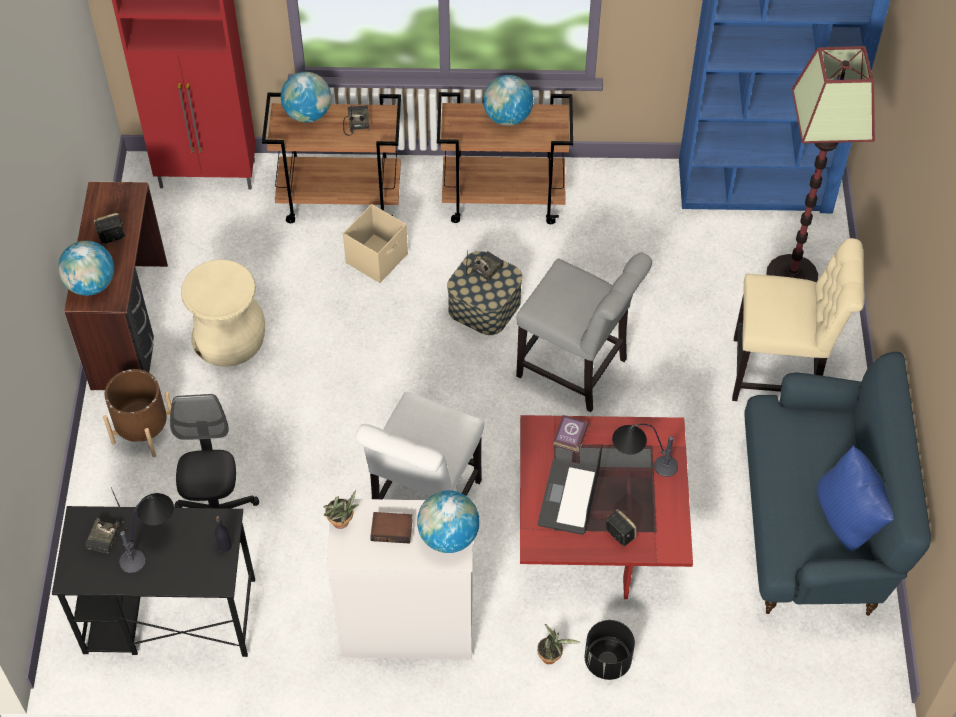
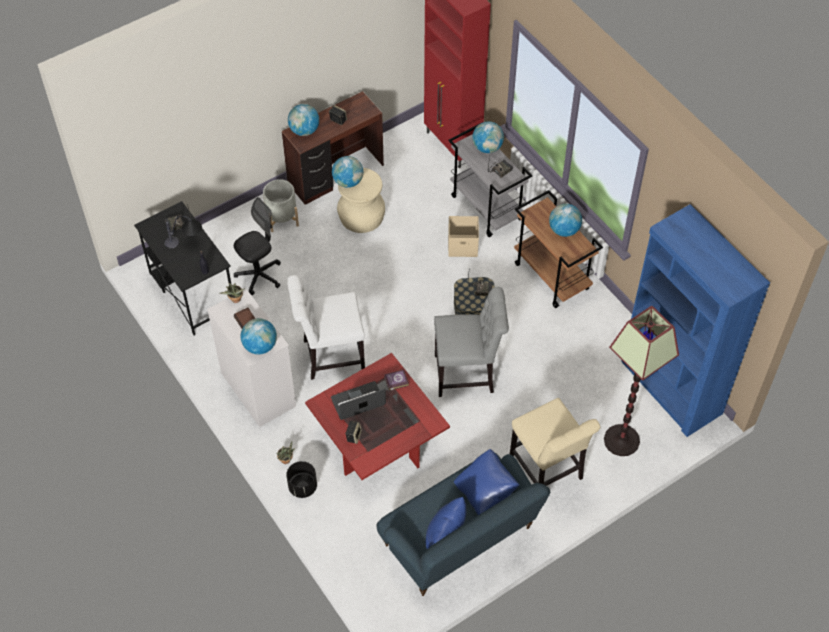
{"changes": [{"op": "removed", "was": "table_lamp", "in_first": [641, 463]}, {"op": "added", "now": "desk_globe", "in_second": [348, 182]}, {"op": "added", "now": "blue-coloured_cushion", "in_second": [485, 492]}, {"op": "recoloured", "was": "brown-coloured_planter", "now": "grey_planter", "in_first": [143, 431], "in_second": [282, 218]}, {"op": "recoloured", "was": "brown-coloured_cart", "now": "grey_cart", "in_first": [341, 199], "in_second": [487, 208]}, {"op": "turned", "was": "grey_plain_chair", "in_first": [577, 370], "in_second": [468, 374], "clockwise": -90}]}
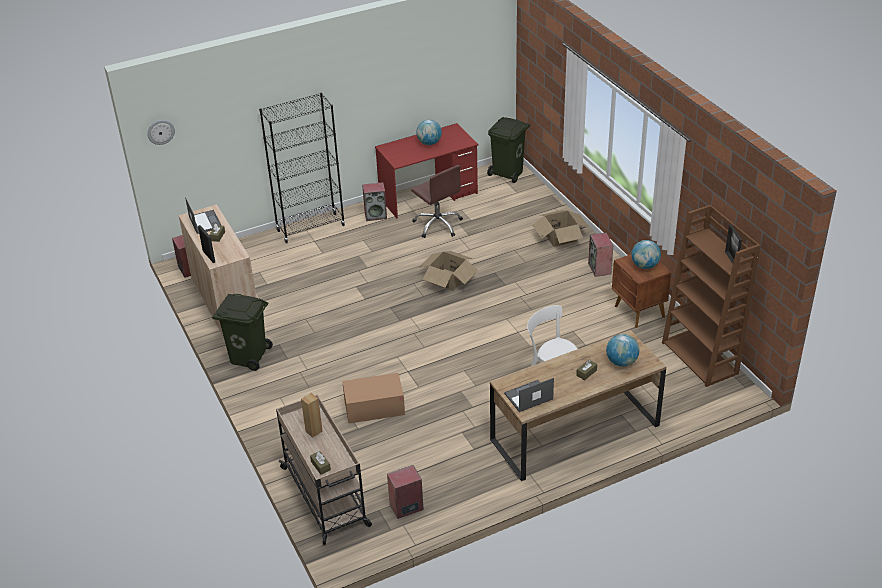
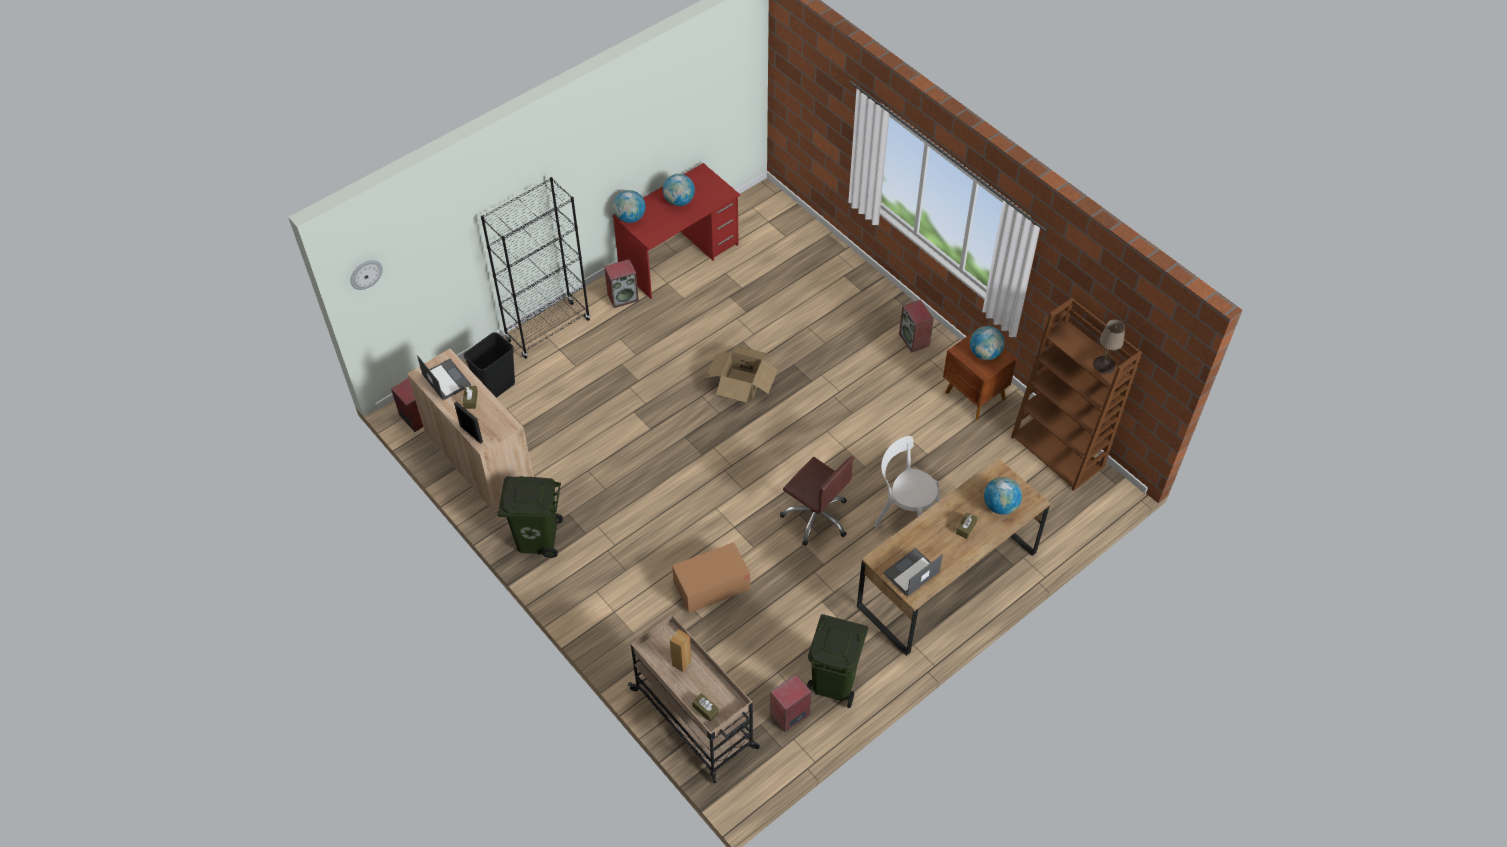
{"changes": [{"op": "removed", "was": "cardboard_box", "in_first": [560, 237]}, {"op": "added", "now": "black_rubbish_bin", "in_second": [496, 386]}, {"op": "added", "now": "desk_globe", "in_second": [630, 218]}, {"op": "moved", "was": "brown-coloured_computer_chair", "in_first": [438, 225], "in_second": [816, 517]}, {"op": "moved", "was": "greenish_rubbish_bin", "in_first": [508, 173], "in_second": [834, 682]}, {"op": "replaced", "was": "picture_frame", "now": "beige-coloured_table_lamp", "in_first": [731, 259], "in_second": [1104, 365]}]}
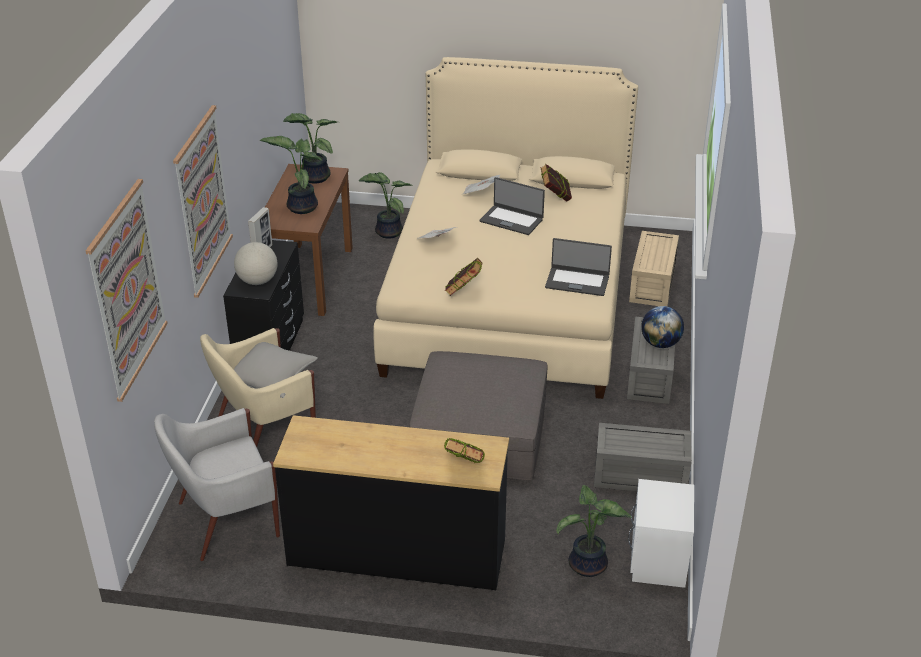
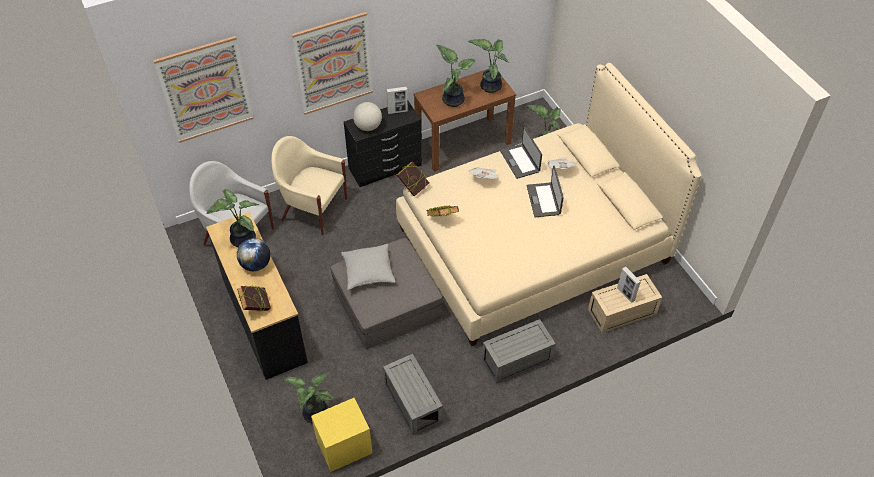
{"changes": [{"op": "added", "now": "plant_in_a_pot", "in_second": [241, 239]}, {"op": "added", "now": "picture_frame", "in_second": [626, 294]}, {"op": "moved", "was": "grey_cushion", "in_first": [271, 378], "in_second": [368, 272]}, {"op": "moved", "was": "volume", "in_first": [555, 198], "in_second": [413, 188]}, {"op": "moved", "was": "portable_computer", "in_first": [577, 281], "in_second": [520, 161]}, {"op": "moved", "was": "desk_globe", "in_first": [660, 343], "in_second": [256, 264]}, {"op": "recoloured", "was": "white_bedside_table", "now": "yellowish_bedside_table", "in_first": [656, 560], "in_second": [344, 446]}]}
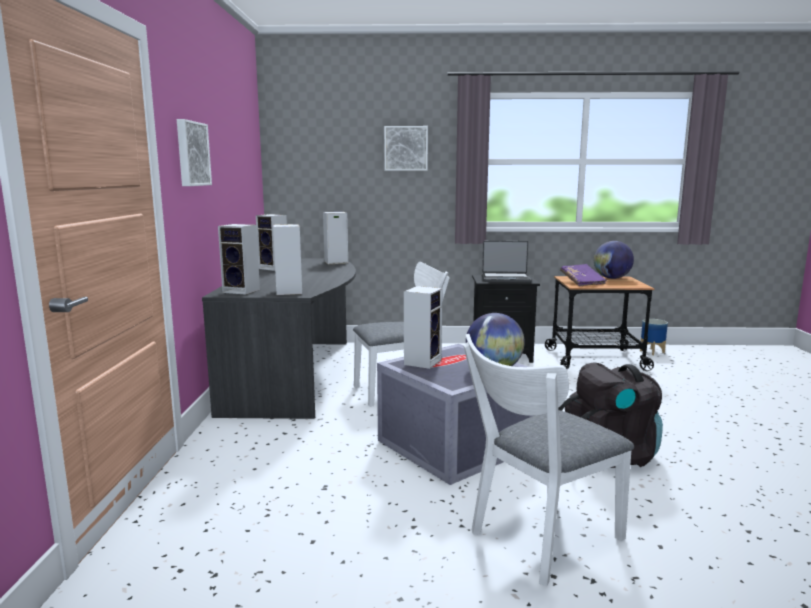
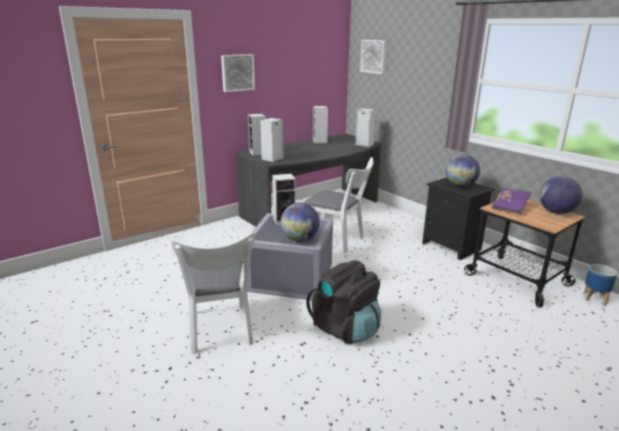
{"changes": [{"op": "moved", "was": "wall_art", "in_first": [406, 148], "in_second": [374, 56]}, {"op": "replaced", "was": "portable_computer", "now": "desk_globe", "in_first": [505, 279], "in_second": [460, 186]}, {"op": "turned", "was": "white_plain_chair", "in_first": [539, 539], "in_second": [220, 332], "clockwise": -120}]}
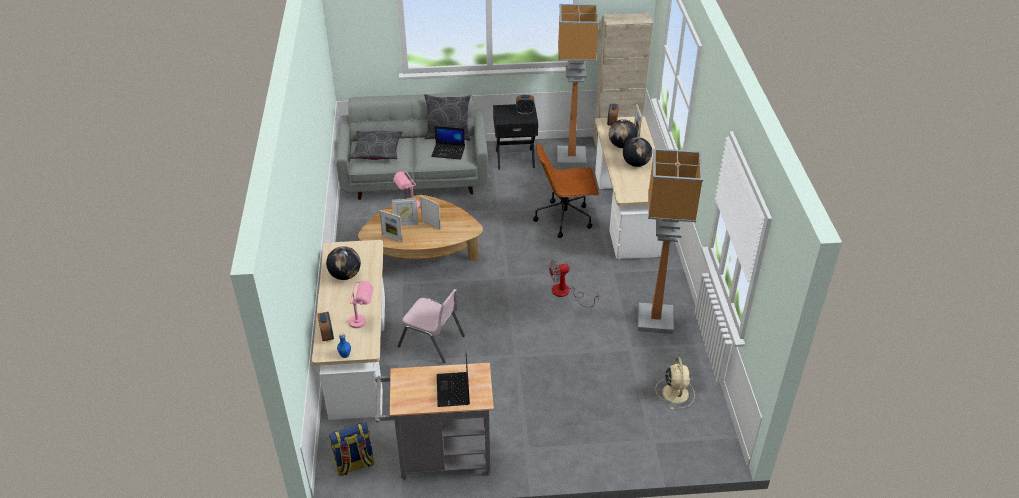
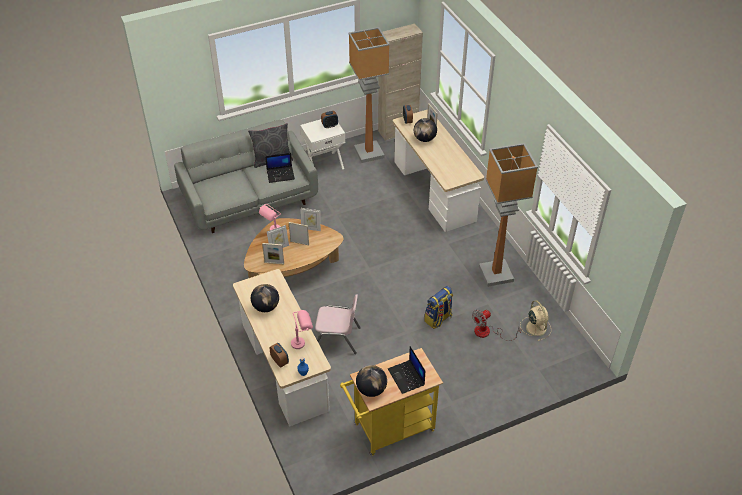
{"changes": [{"op": "removed", "was": "grey_cushion", "in_first": [377, 150]}, {"op": "removed", "was": "brown-coloured_computer_chair", "in_first": [565, 218]}, {"op": "added", "now": "picture_frame", "in_second": [311, 228]}, {"op": "moved", "was": "knapsack", "in_first": [354, 464], "in_second": [438, 319]}, {"op": "moved", "was": "electric_fan", "in_first": [566, 293], "in_second": [488, 332]}, {"op": "moved", "was": "desk_globe", "in_first": [636, 163], "in_second": [371, 389]}, {"op": "recoloured", "was": "grey_cart", "now": "yellowish_cart", "in_first": [438, 458], "in_second": [389, 430]}, {"op": "recoloured", "was": "black_side_table", "now": "white_side_table", "in_first": [515, 158], "in_second": [324, 164]}]}
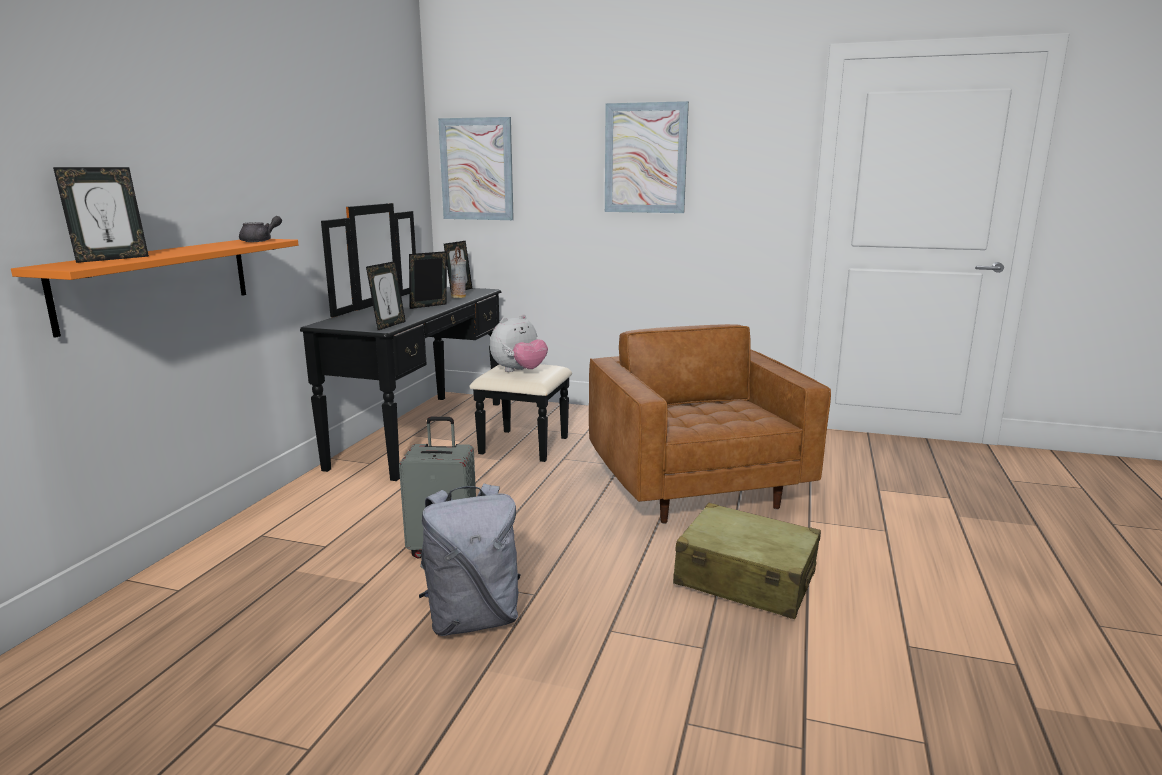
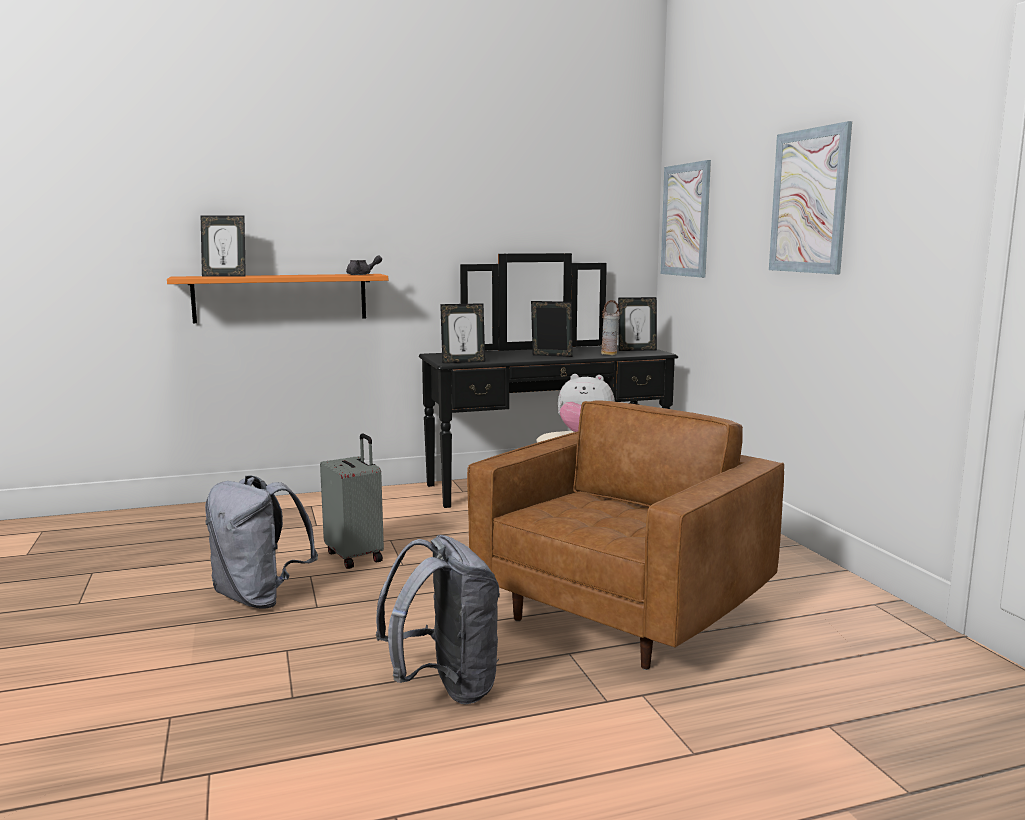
{"changes": [{"op": "replaced", "was": "beige-coloured_suitcase", "now": "grey_knapsack", "in_first": [745, 579], "in_second": [445, 687]}]}
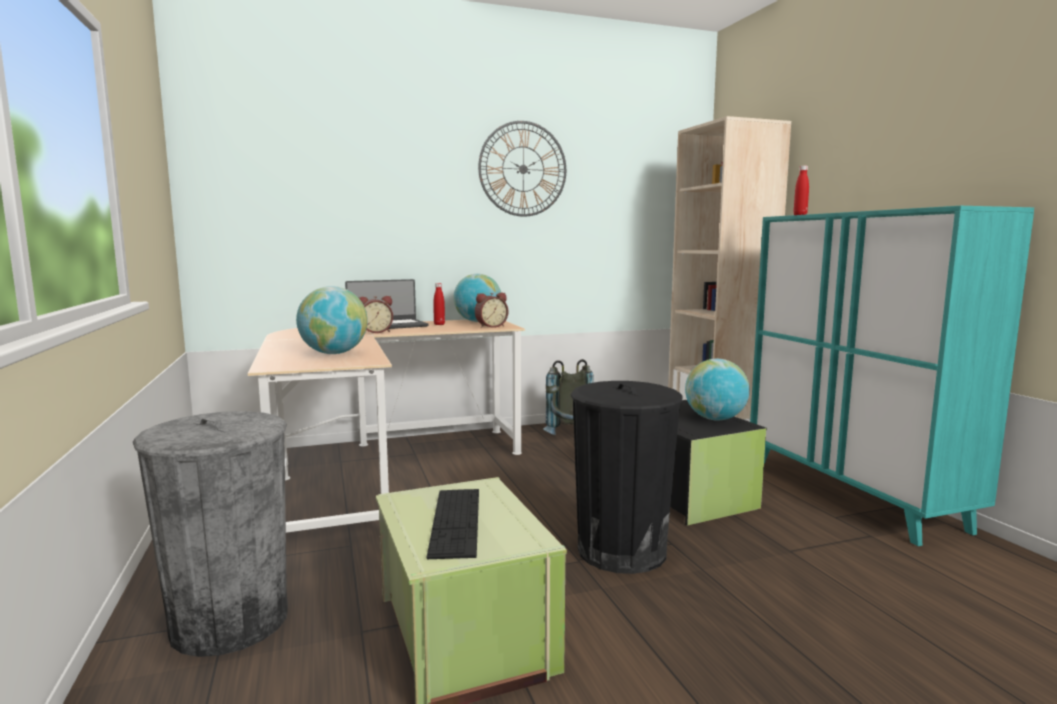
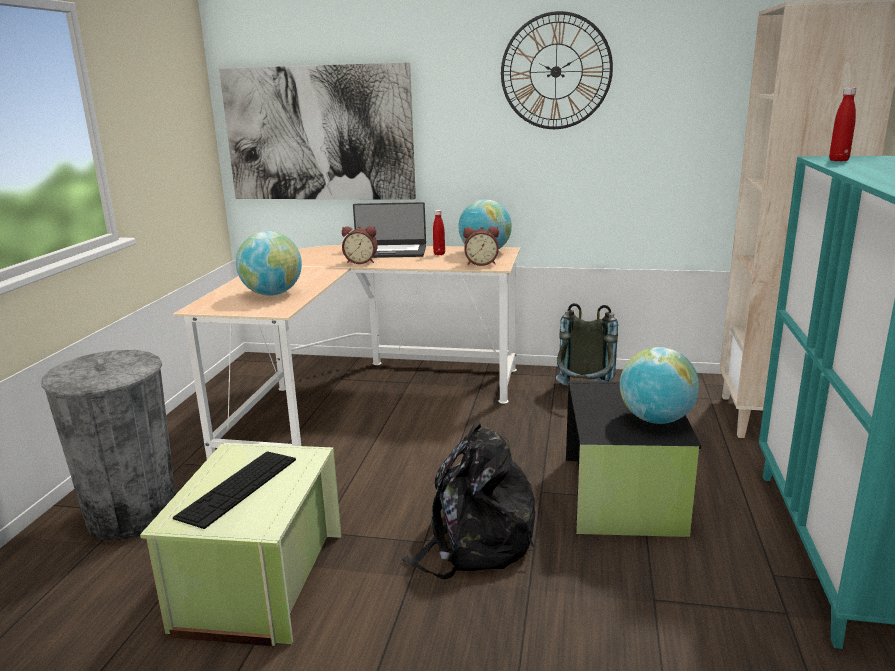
{"changes": [{"op": "added", "now": "wall_art", "in_second": [319, 133]}, {"op": "replaced", "was": "black_rubbish_bin", "now": "black_knapsack", "in_first": [621, 551], "in_second": [475, 543]}]}
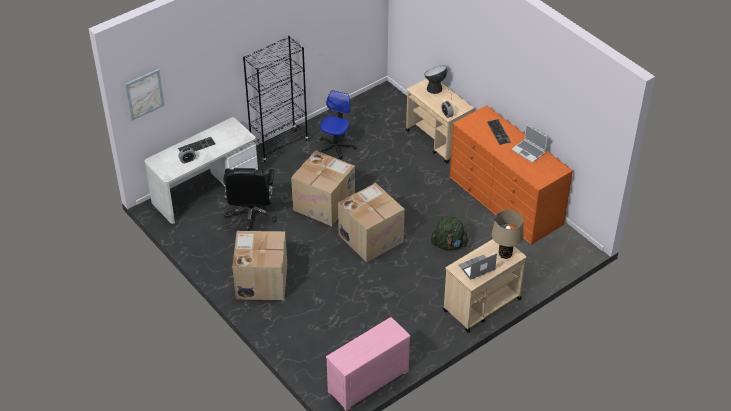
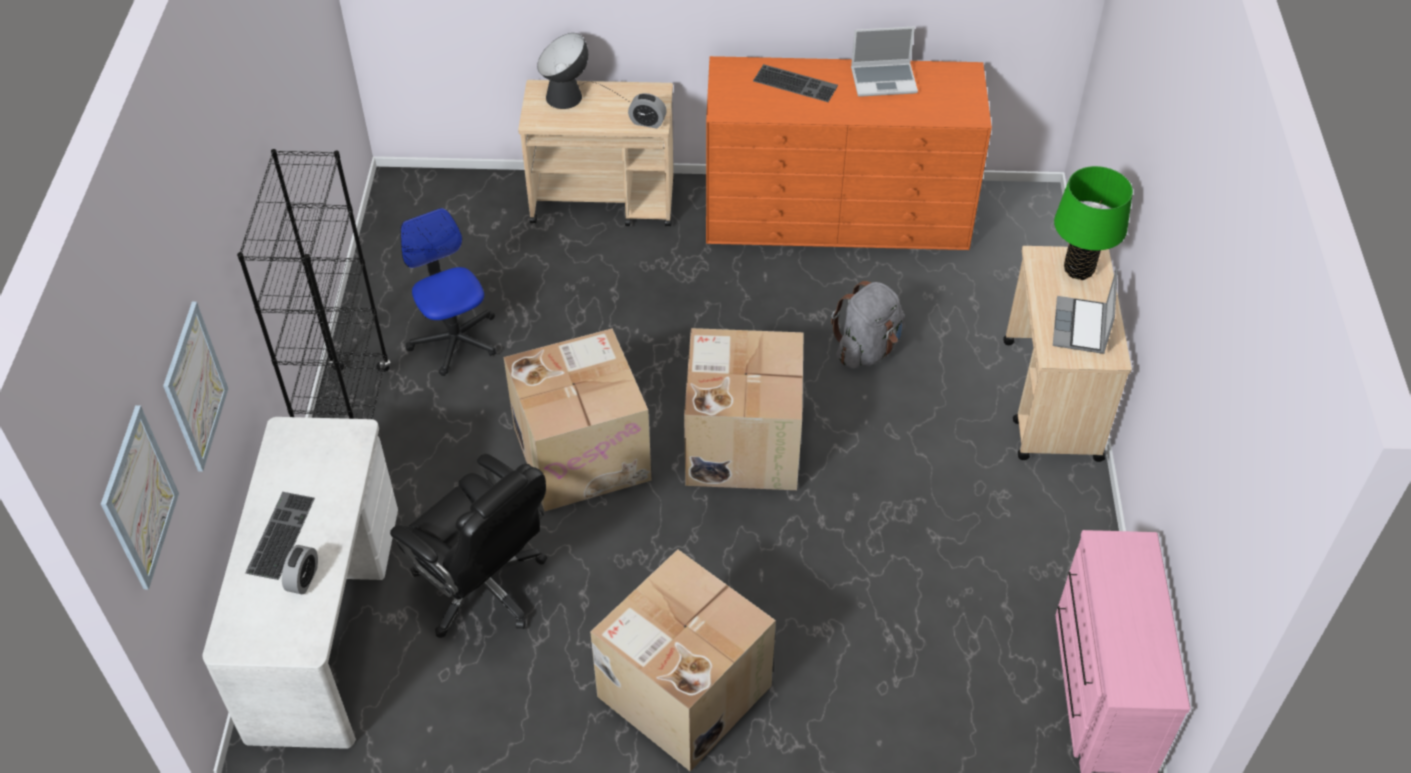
{"changes": [{"op": "added", "now": "wall_art", "in_second": [195, 387]}, {"op": "recoloured", "was": "greenish_knapsack", "now": "grey_knapsack", "in_first": [449, 244], "in_second": [867, 349]}, {"op": "recoloured", "was": "beige-coloured_table_lamp", "now": "greenish_table_lamp", "in_first": [505, 254], "in_second": [1078, 270]}]}
